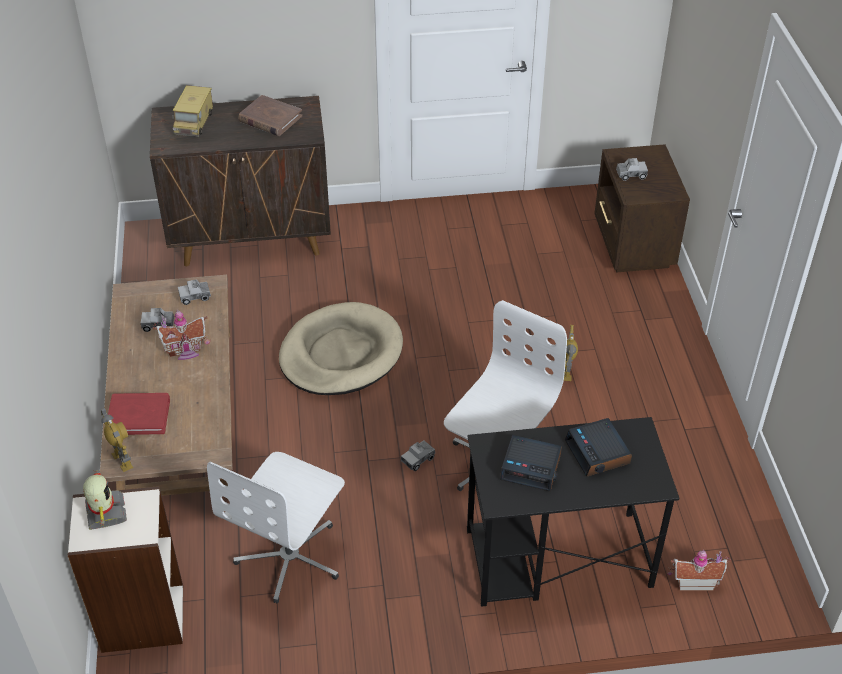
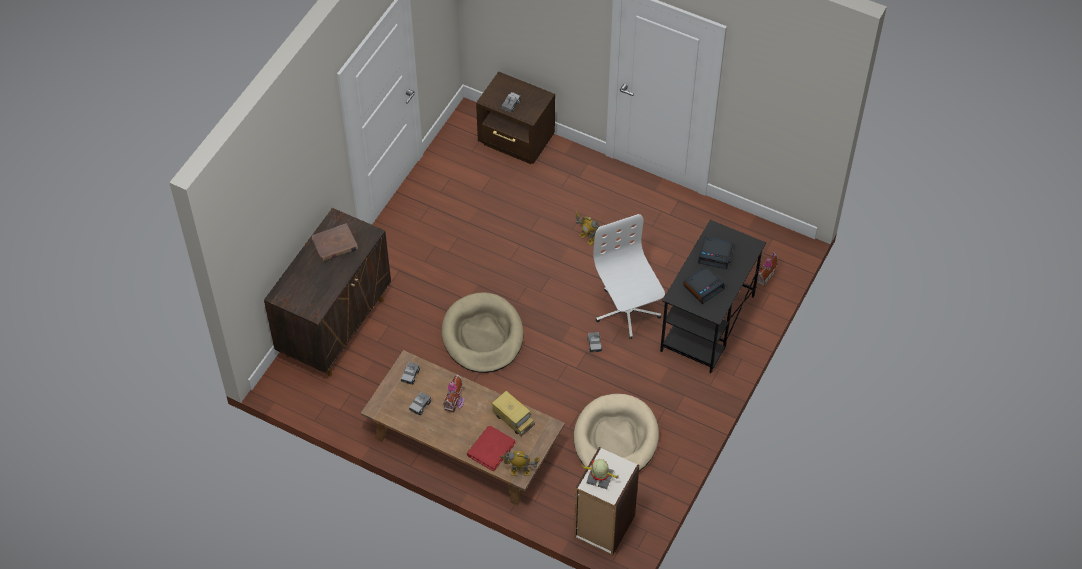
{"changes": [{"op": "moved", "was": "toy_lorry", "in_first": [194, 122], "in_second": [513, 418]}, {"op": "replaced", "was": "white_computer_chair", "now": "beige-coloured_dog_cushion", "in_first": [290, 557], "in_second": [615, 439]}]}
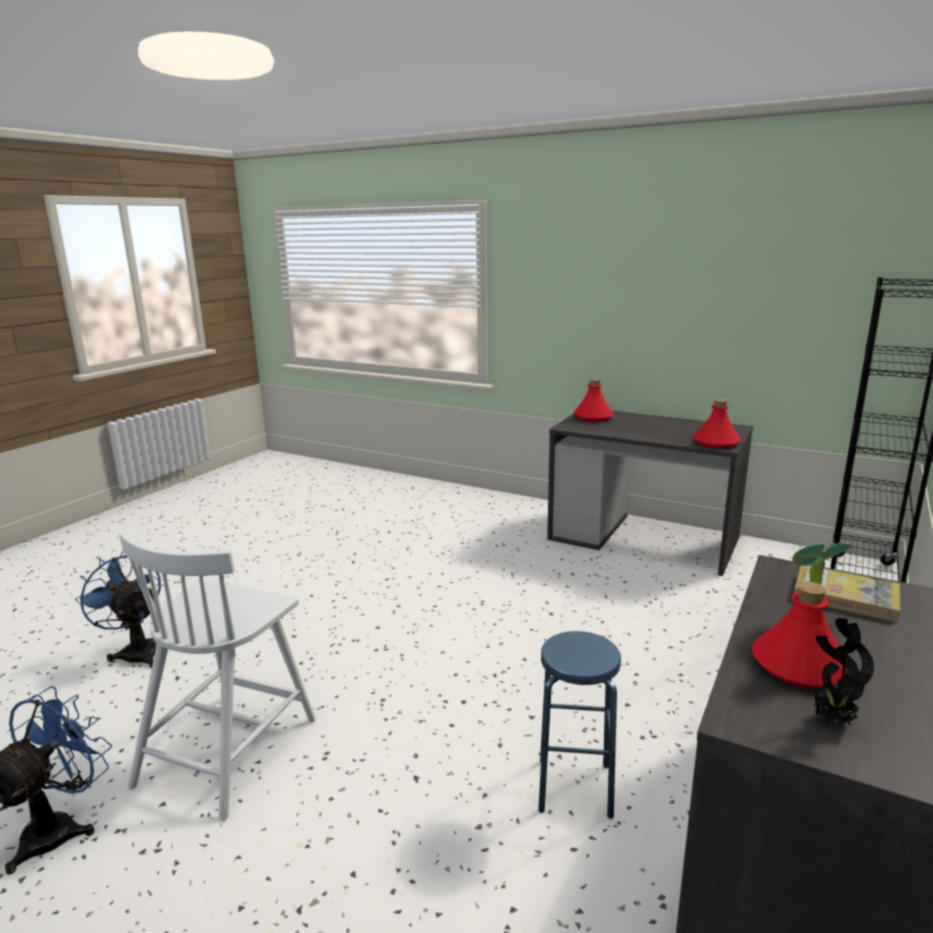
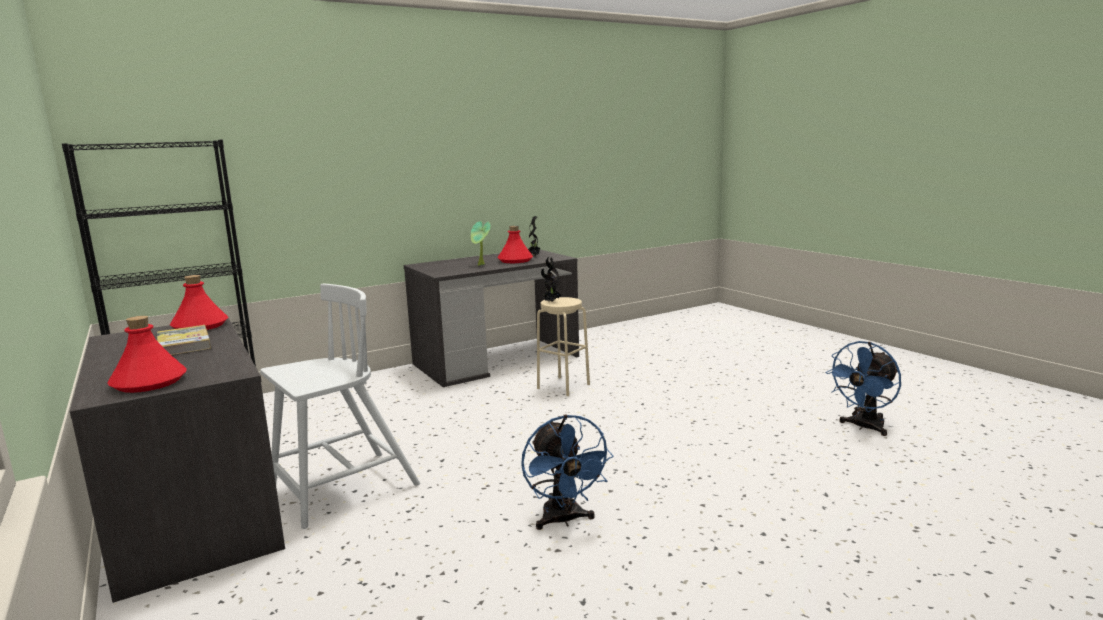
{"changes": [{"op": "added", "now": "plant_in_a_pot", "in_second": [551, 302]}, {"op": "moved", "was": "blue-coloured_electric_fan", "in_first": [136, 651], "in_second": [564, 520]}, {"op": "moved", "was": "white_plain_chair", "in_first": [229, 749], "in_second": [342, 489]}, {"op": "moved", "was": "volume", "in_first": [845, 596], "in_second": [184, 344]}, {"op": "recoloured", "was": "blue-coloured_sitting_stool", "now": "beige-coloured_sitting_stool", "in_first": [575, 787], "in_second": [563, 386]}]}
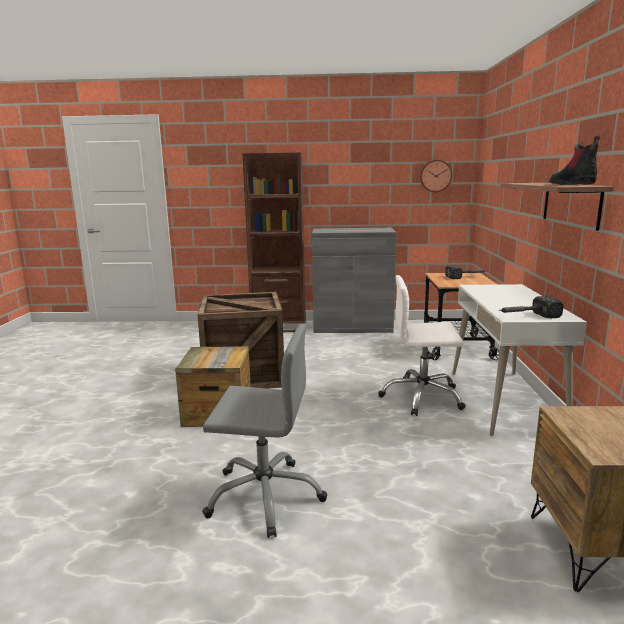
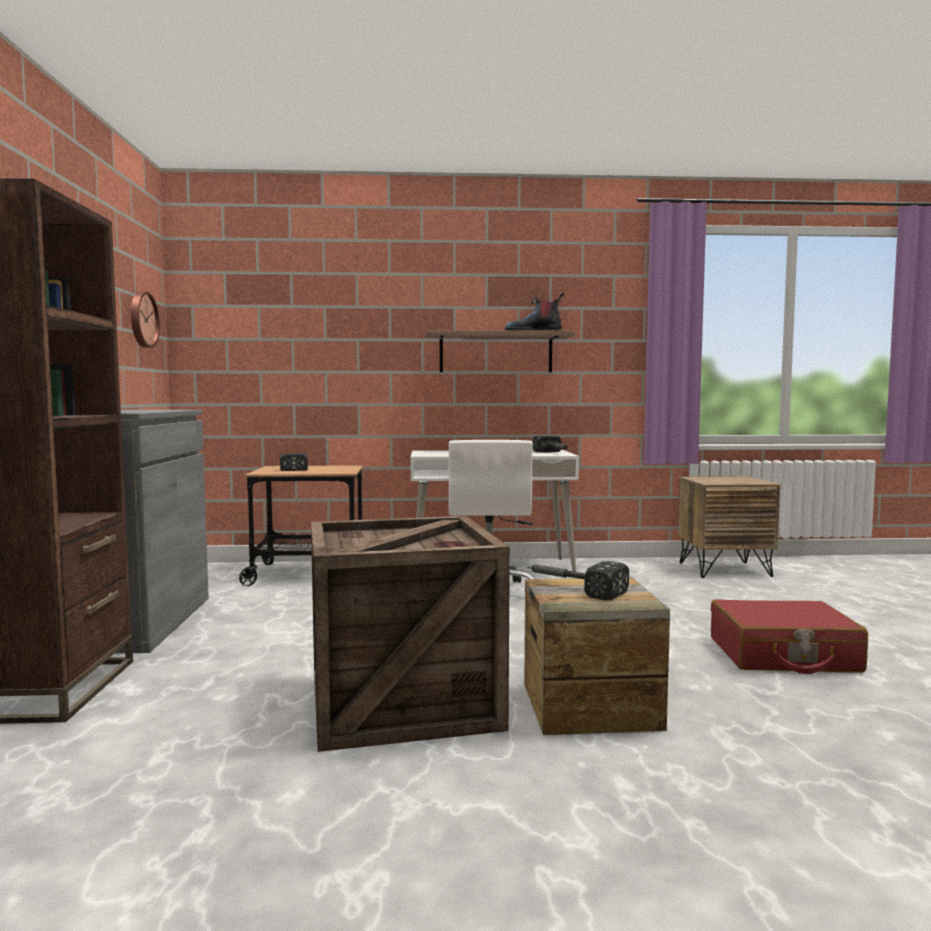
{"changes": [{"op": "added", "now": "hand_hammer", "in_second": [572, 588]}, {"op": "replaced", "was": "grey_computer_chair", "now": "red_suitcase", "in_first": [265, 496], "in_second": [783, 655]}]}
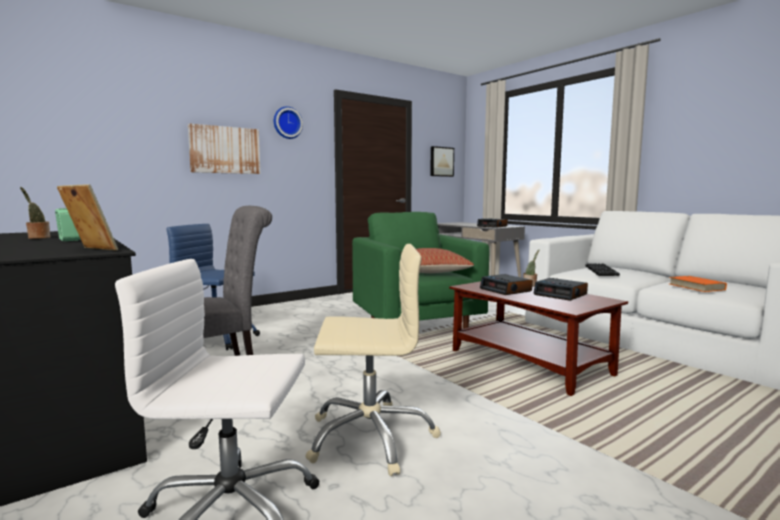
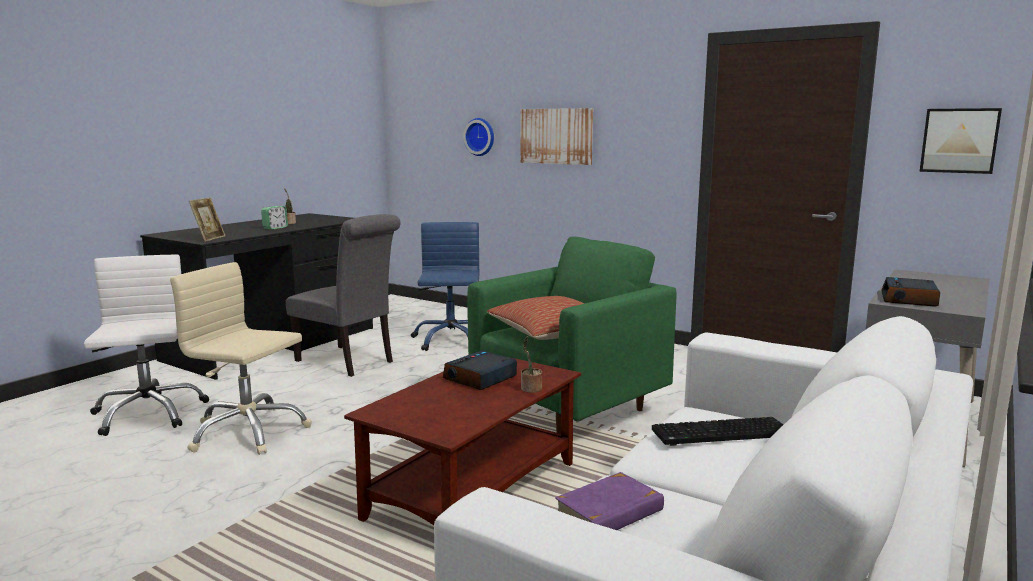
{"changes": [{"op": "removed", "was": "alarm_clock", "in_first": [561, 294]}, {"op": "moved", "was": "clock_on_the_wall", "in_first": [287, 123], "in_second": [480, 137]}, {"op": "recoloured", "was": "orange-coloured_volume", "now": "purple_volume", "in_first": [696, 287], "in_second": [610, 512]}, {"op": "turned", "was": "beige-coloured_computer_chair", "in_first": [370, 437], "in_second": [248, 432], "clockwise": 135}]}
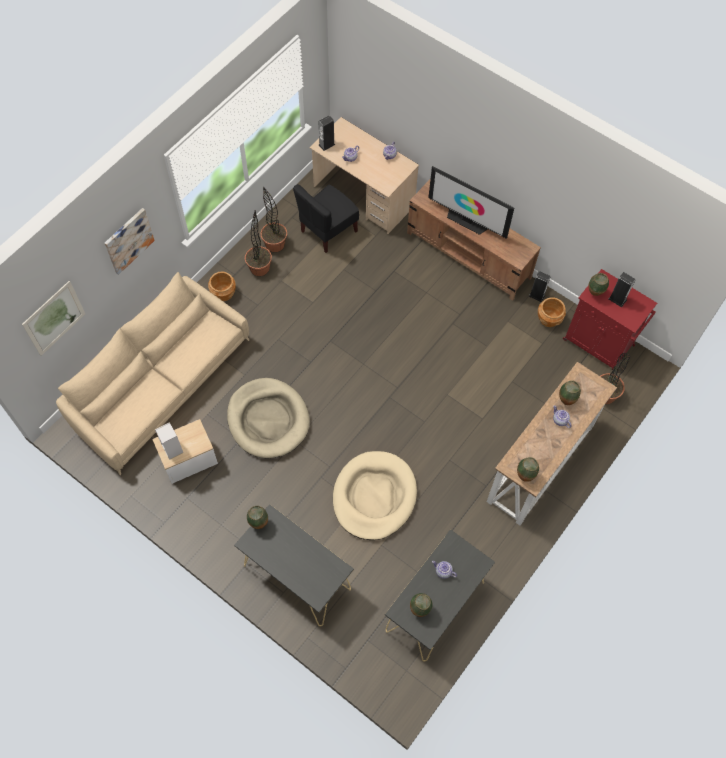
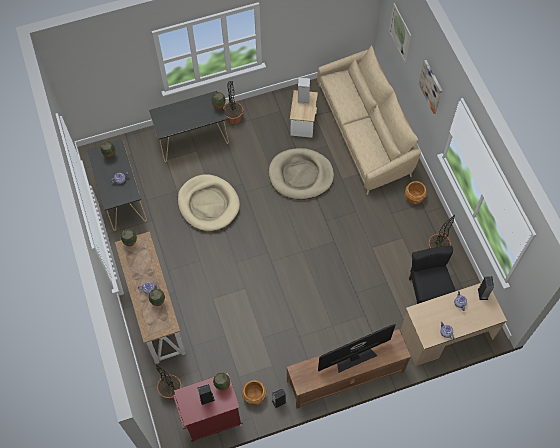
{"changes": [{"op": "moved", "was": "plant_in_a_pot", "in_first": [259, 268], "in_second": [233, 118]}]}
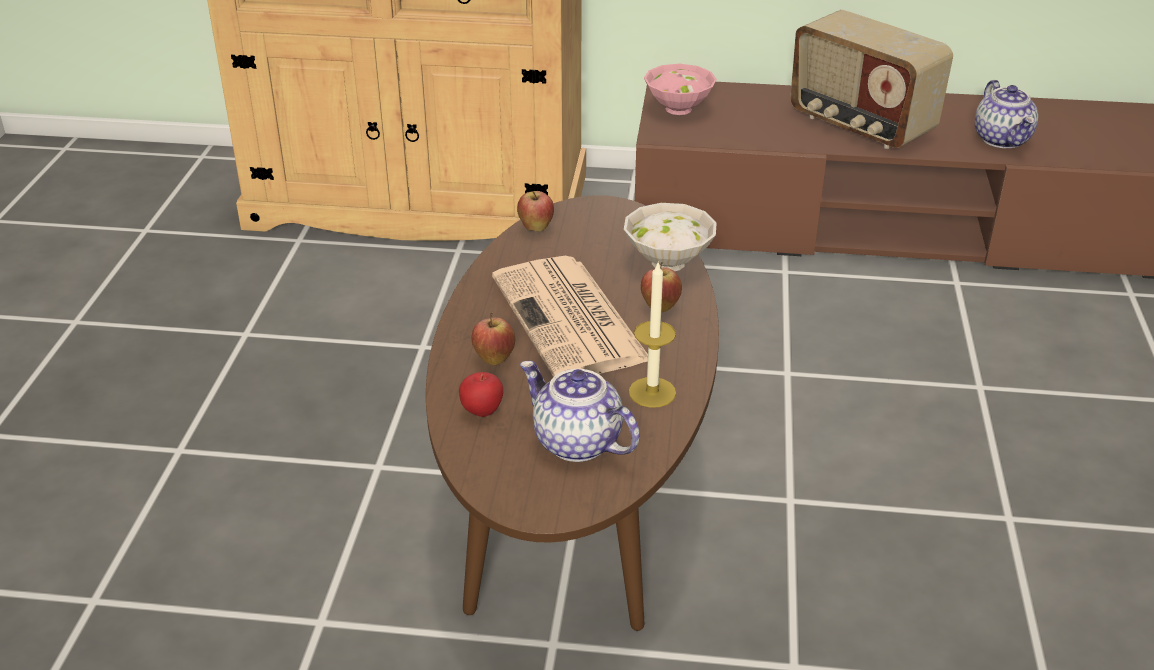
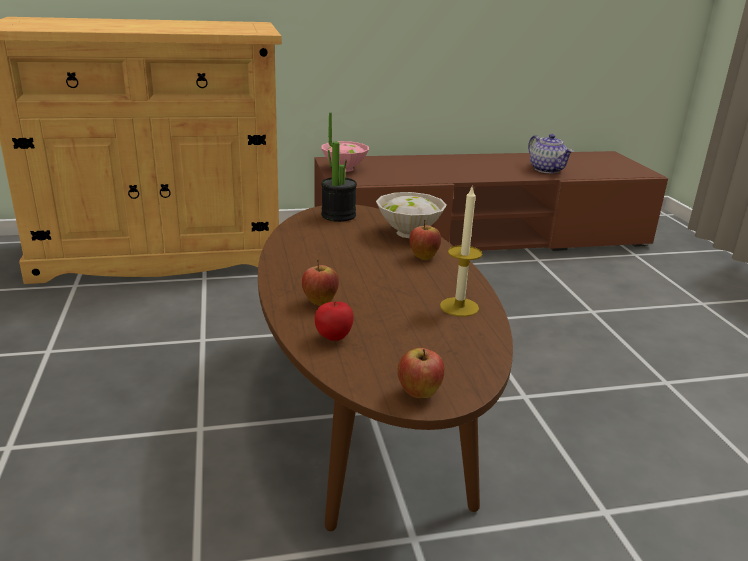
{"changes": [{"op": "removed", "was": "daily_paper", "in_first": [571, 320]}, {"op": "removed", "was": "teapot", "in_first": [576, 442]}, {"op": "removed", "was": "radio_receiver", "in_first": [860, 125]}, {"op": "added", "now": "plant_in_a_pot", "in_second": [338, 215]}, {"op": "moved", "was": "whole_apple", "in_first": [536, 229], "in_second": [419, 394]}]}
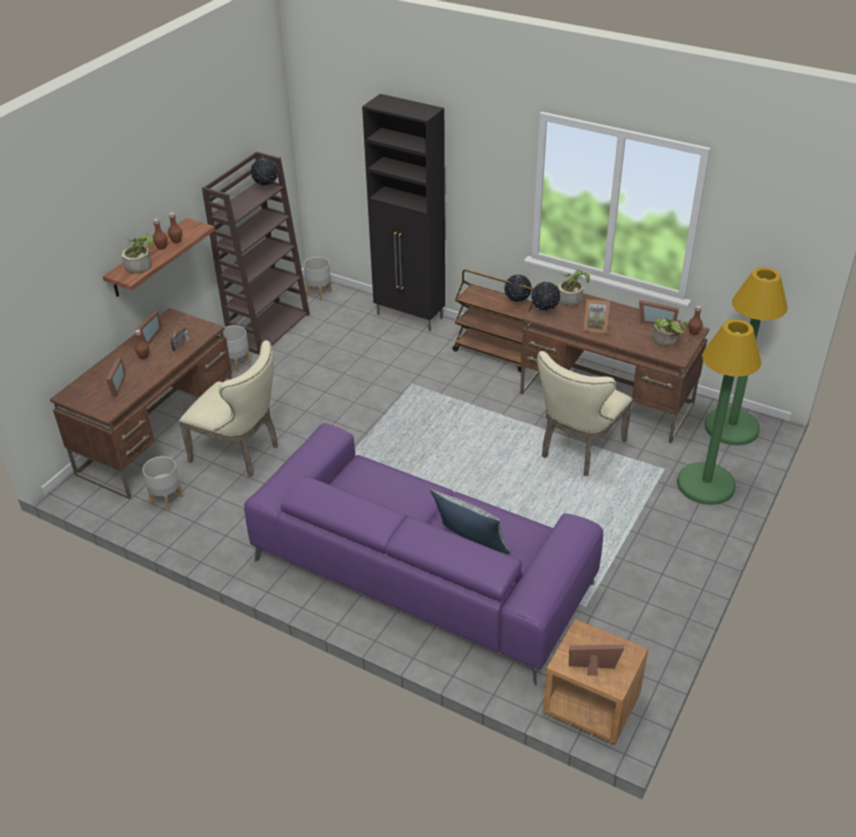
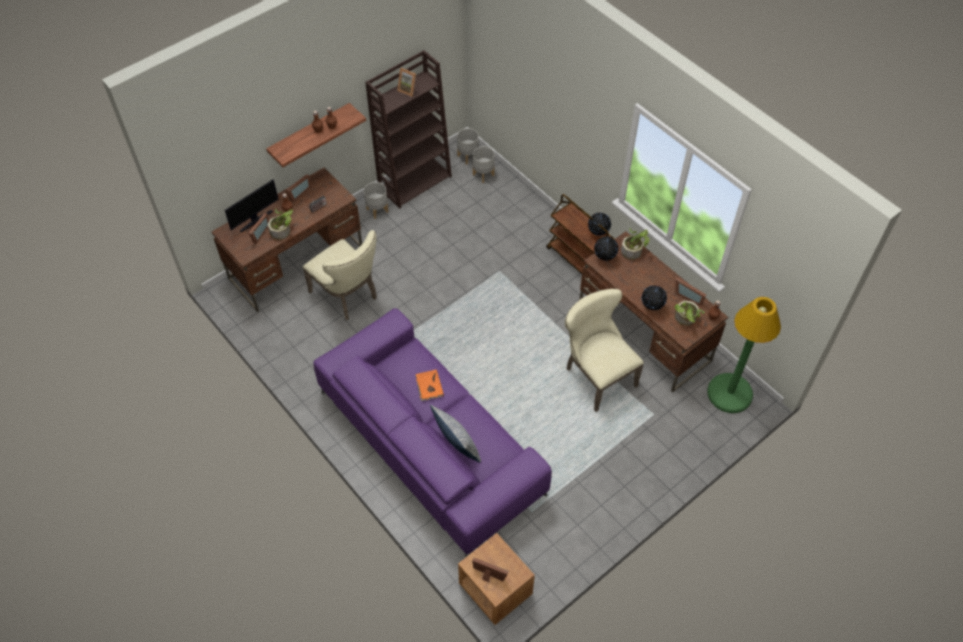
{"changes": [{"op": "removed", "was": "black_cupboard", "in_first": [410, 317]}, {"op": "removed", "was": "greenish_standing_lamp", "in_first": [705, 484]}, {"op": "added", "now": "monitor", "in_second": [255, 220]}, {"op": "added", "now": "orange-coloured_volume", "in_second": [429, 386]}, {"op": "moved", "was": "plant_in_a_pot", "in_first": [141, 265], "in_second": [283, 230]}, {"op": "moved", "was": "grey_planter", "in_first": [166, 499], "in_second": [483, 174]}, {"op": "moved", "was": "desk_globe", "in_first": [266, 187], "in_second": [652, 307]}, {"op": "moved", "was": "picture_frame", "in_first": [595, 327], "in_second": [408, 90]}, {"op": "turned", "was": "beige-coloured_plain_chair", "in_first": [578, 450], "in_second": [596, 375], "clockwise": 90}]}
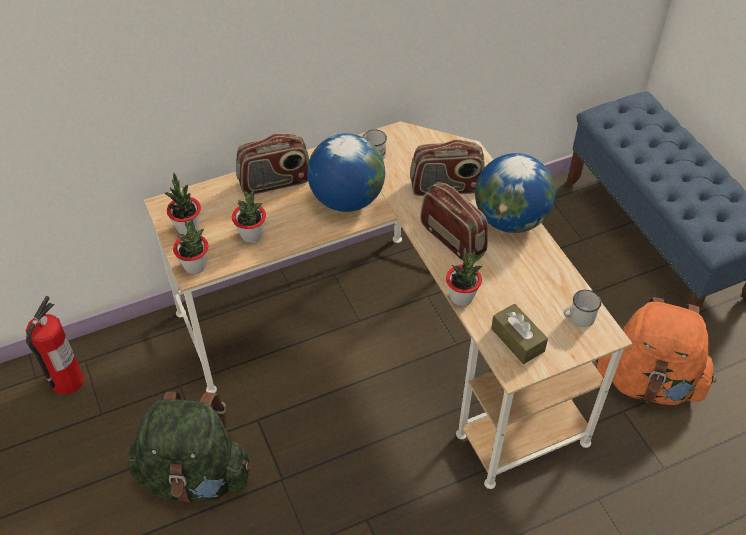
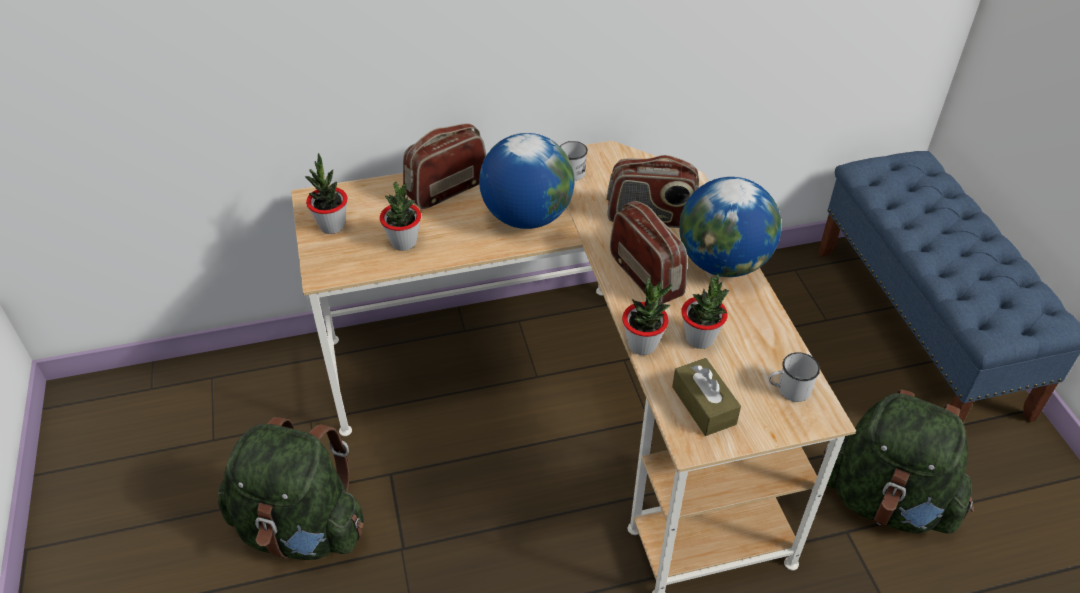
{"changes": [{"op": "removed", "was": "extinguisher", "in_first": [67, 381]}, {"op": "moved", "was": "plant_in_a_pot", "in_first": [195, 266], "in_second": [700, 338]}, {"op": "recoloured", "was": "orange-coloured_knapsack", "now": "greenish_knapsack", "in_first": [648, 382], "in_second": [885, 500]}, {"op": "turned", "was": "radio_receiver", "in_first": [274, 182], "in_second": [446, 188], "clockwise": 150}]}
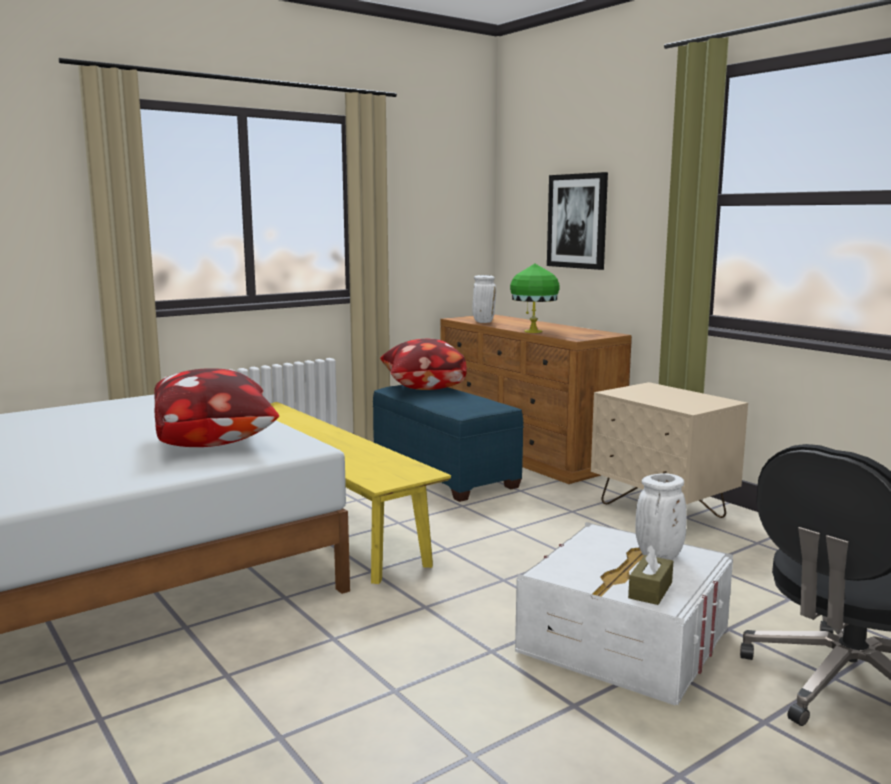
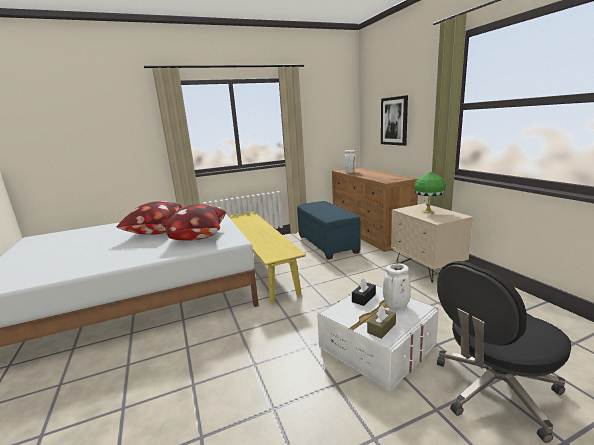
{"changes": [{"op": "added", "now": "black_tissue_holder", "in_second": [363, 298]}, {"op": "moved", "was": "cushion", "in_first": [422, 388], "in_second": [155, 232]}, {"op": "moved", "was": "greenish_table_lamp", "in_first": [533, 331], "in_second": [428, 211]}]}
